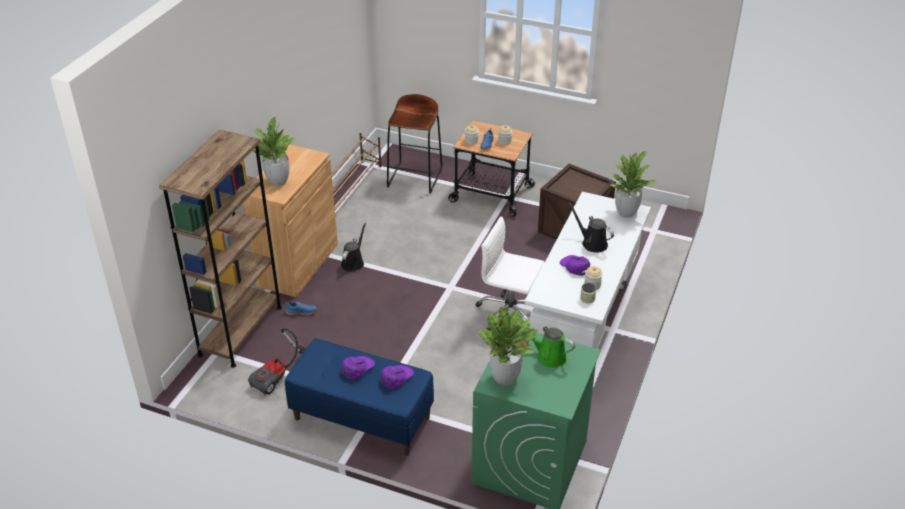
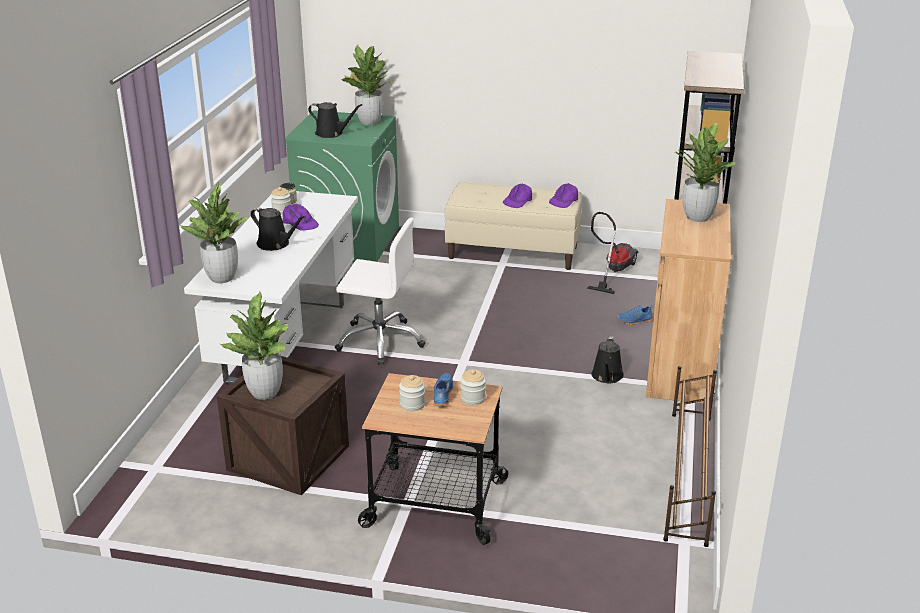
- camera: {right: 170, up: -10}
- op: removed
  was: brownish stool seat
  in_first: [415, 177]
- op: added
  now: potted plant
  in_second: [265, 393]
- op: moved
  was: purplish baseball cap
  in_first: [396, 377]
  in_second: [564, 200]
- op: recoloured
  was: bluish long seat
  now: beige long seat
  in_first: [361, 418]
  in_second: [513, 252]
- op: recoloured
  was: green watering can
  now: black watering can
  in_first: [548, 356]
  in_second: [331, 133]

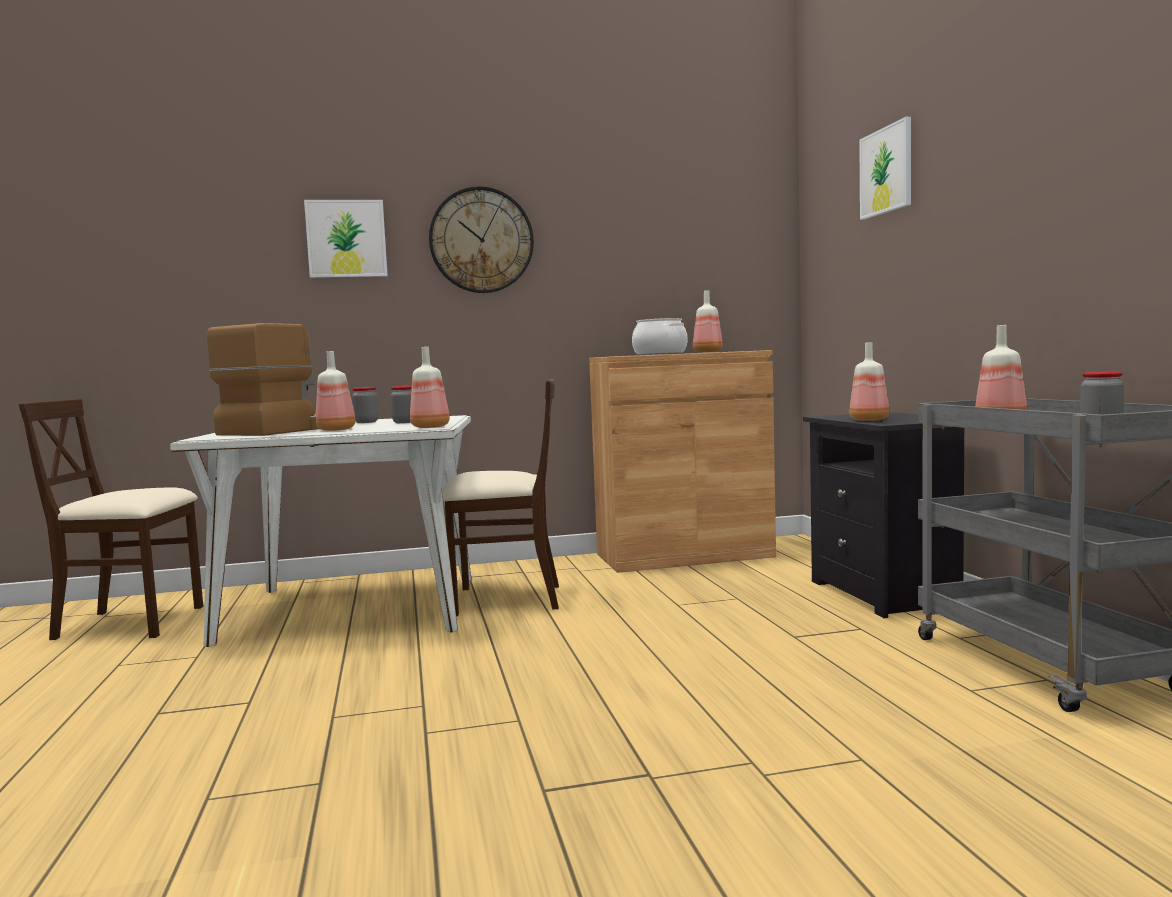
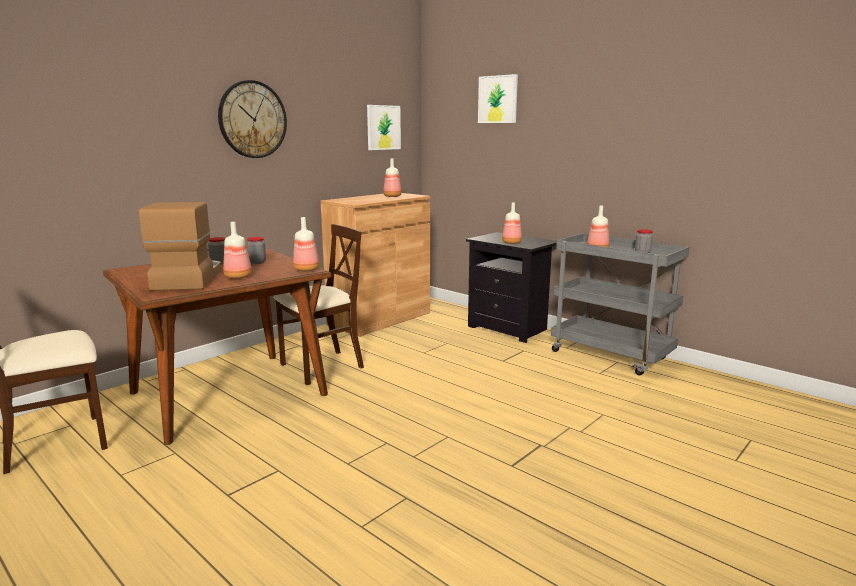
- camera: {right: -35, up: 10}
- op: removed
  was: stockpot
  in_first: [660, 354]
- op: moved
  was: wall picture
  in_first: [346, 239]
  in_second: [383, 127]
- op: recoloured
  was: white kitchen table
  now: brownish kitchen table
  in_first: [351, 609]
  in_second: [228, 394]

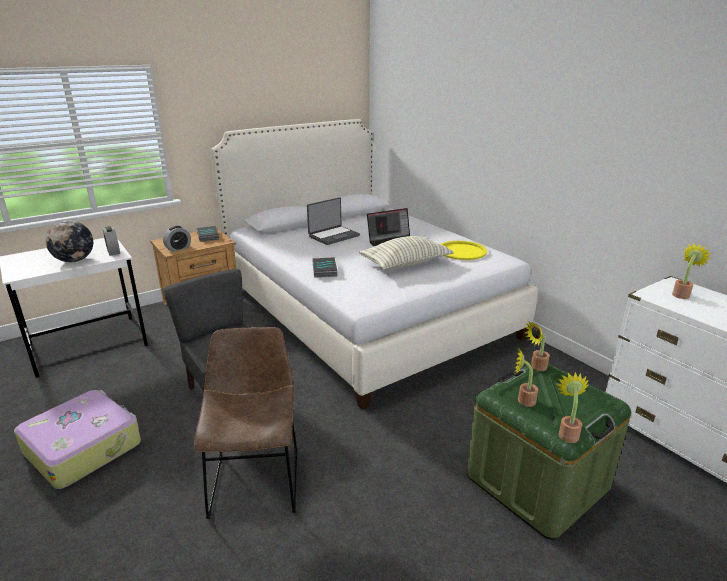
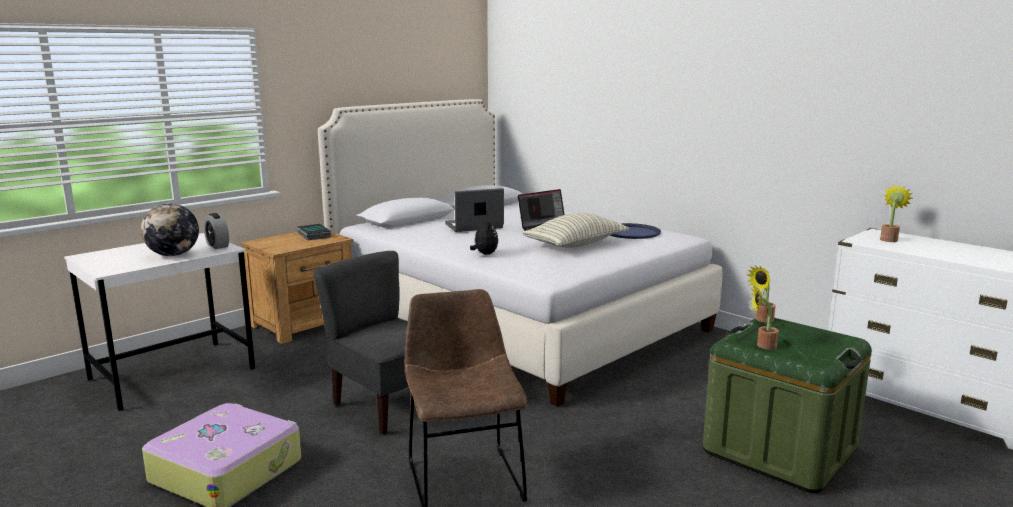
- camera: {right: -10, up: -10}
- op: removed
  was: alarm clock
  in_first: [178, 248]
- op: removed
  was: potted plant
  in_first: [567, 433]
- op: replaced
  was: bound book
  now: plush toy
  in_first: [323, 270]
  in_second: [484, 254]
- op: recoloured
  was: yellow-coloured serving tray
  now: bluish serving tray
  in_first: [461, 251]
  in_second: [631, 232]
- op: turned
  was: laptop
  in_first: [333, 236]
  in_second: [474, 226]
  clockwise: -150

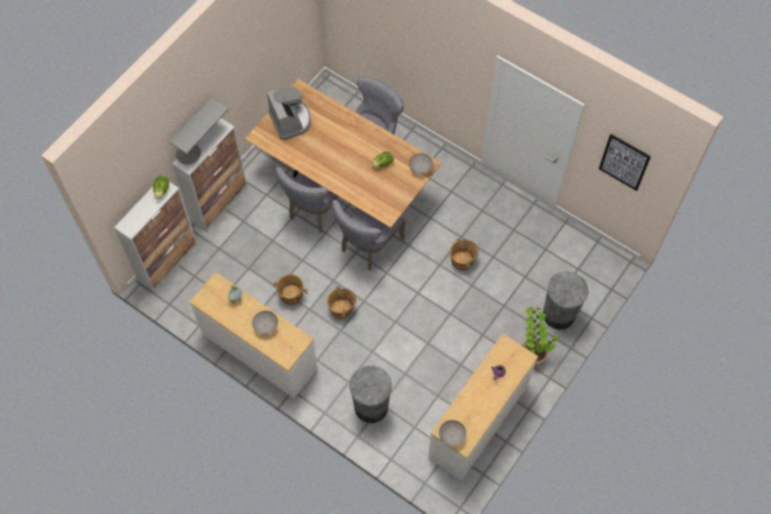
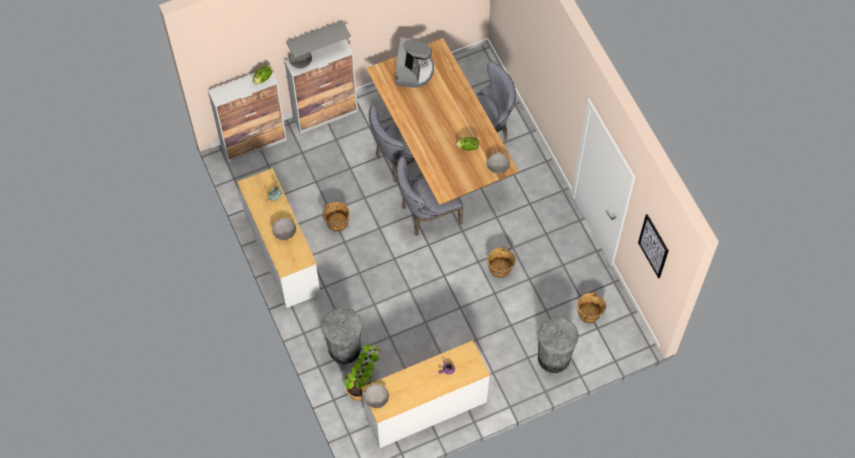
- camera: {right: 30, up: 0}
- op: moved
  was: brownish water bucket
  in_first: [342, 308]
  in_second: [589, 313]
- op: moved
  was: potted plant
  in_first: [533, 348]
  in_second: [364, 384]

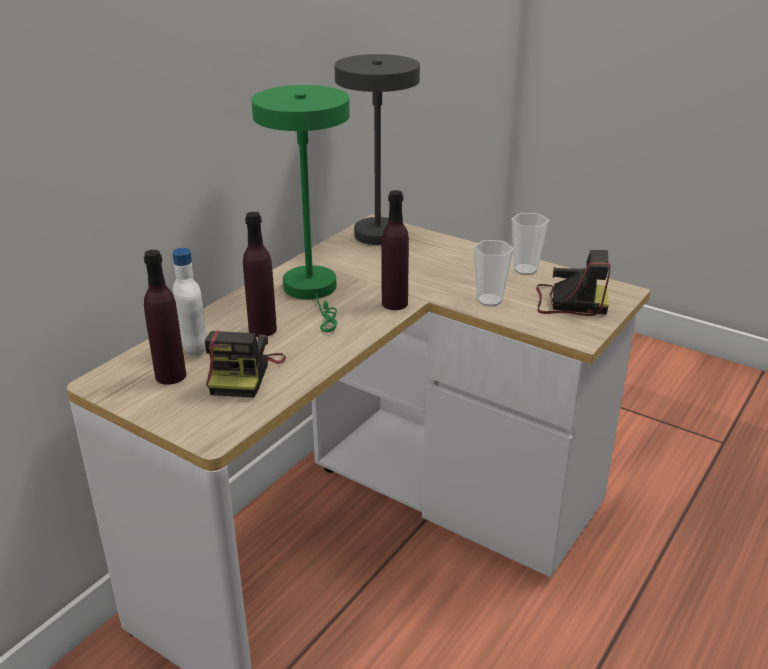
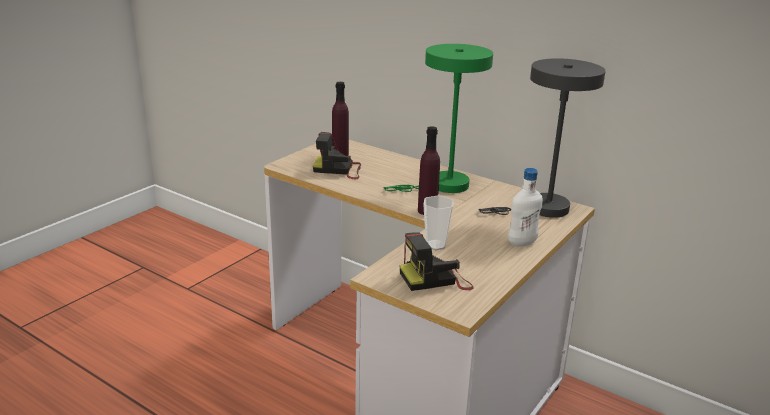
- camera: {right: 90, up: -5}
- op: removed
  was: purplish bottle
  in_first: [262, 330]
- op: removed
  was: small cup
  in_first: [525, 270]
- op: moved
  was: white bottle
  in_first: [194, 348]
  in_second: [522, 243]
- op: turned
  was: still camera
  in_first: [568, 302]
  in_second: [436, 279]
  clockwise: 60

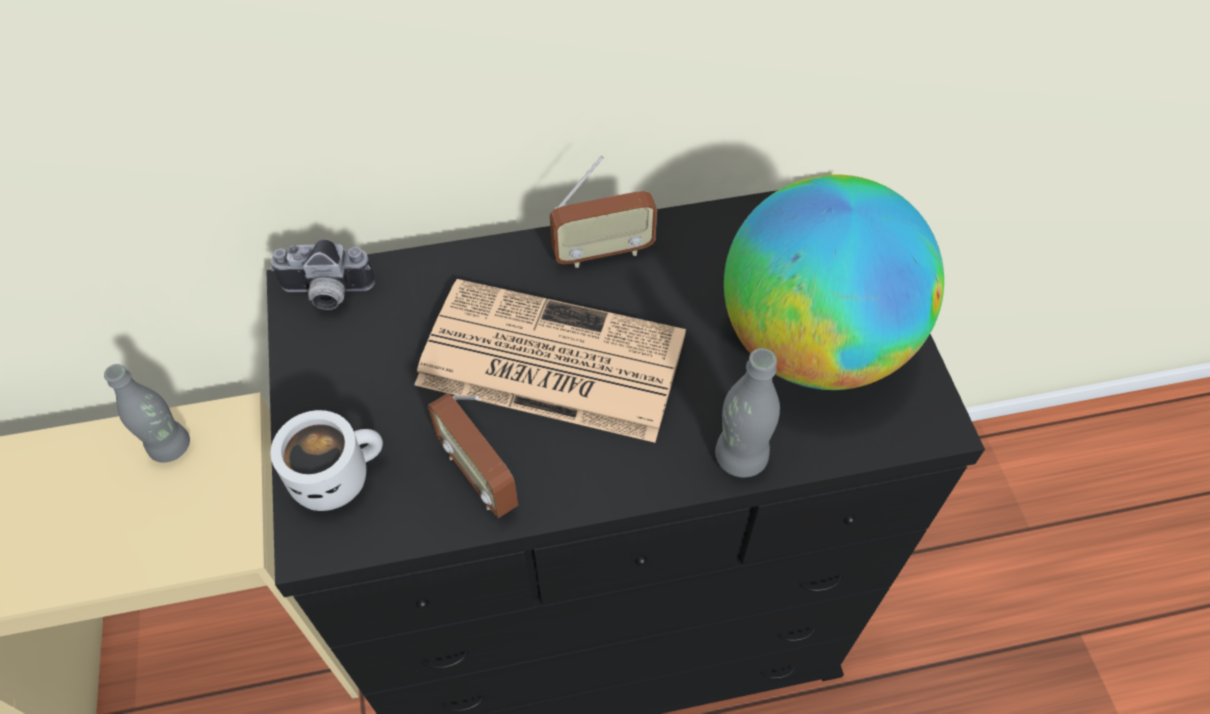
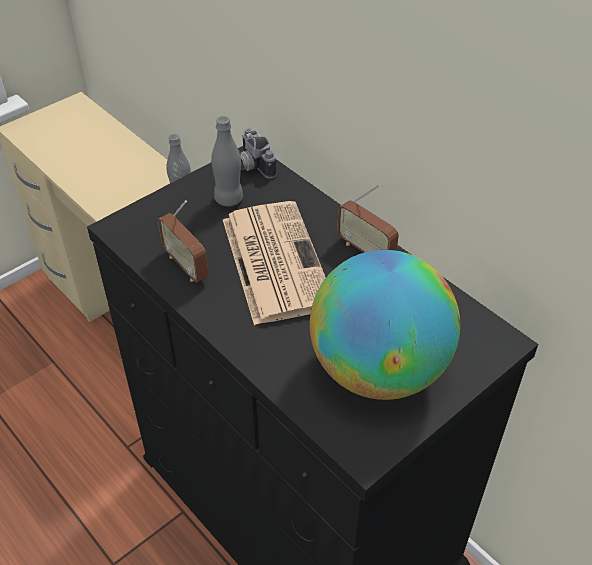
- camera: {right: 60, up: -10}
- op: removed
  was: white mug
  in_first: [336, 474]
- op: moved
  was: grey bottle
  in_first: [740, 456]
  in_second: [229, 199]
- op: turned
  was: radio
  in_first: [479, 476]
  in_second: [186, 266]
  clockwise: -60

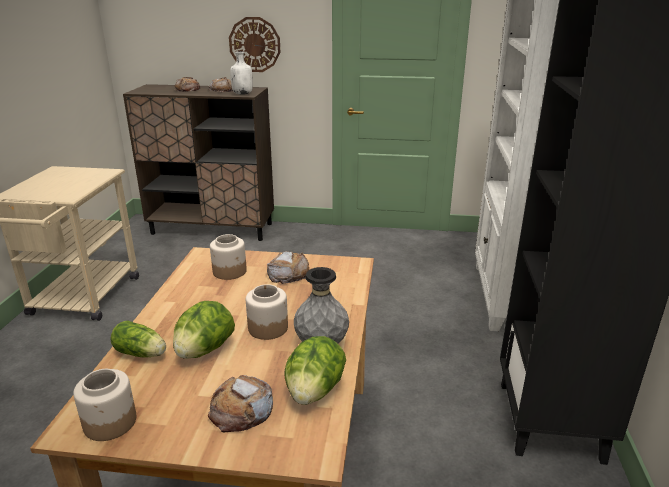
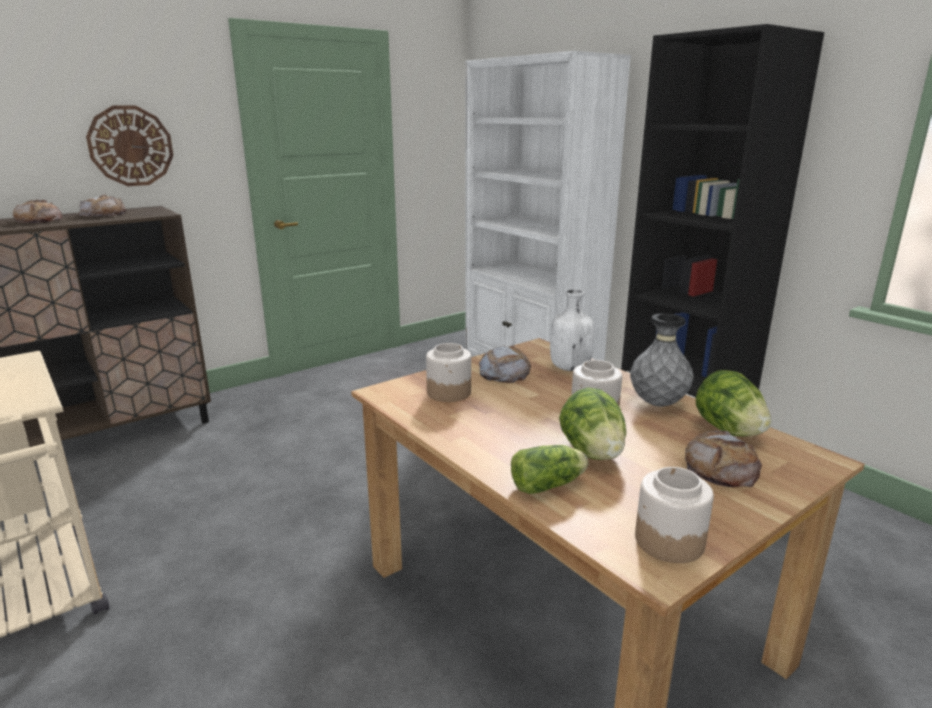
- camera: {right: -45, up: -5}
- op: moved
  was: white bottle
  in_first: [242, 94]
  in_second: [569, 368]

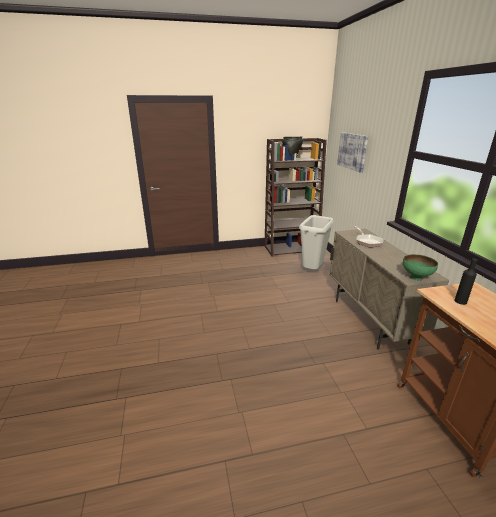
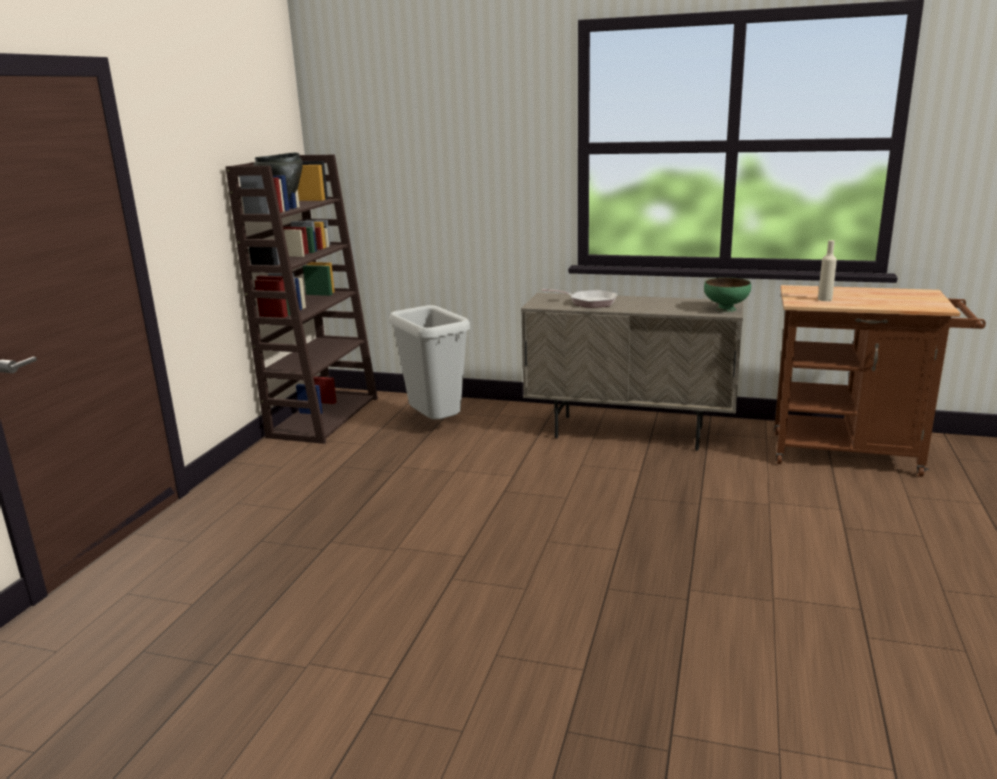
- camera: {right: -60, up: -5}
- op: removed
  was: wall picture
  in_first: [352, 151]
- op: recoloured
  was: black bottle
  now: beige bottle
  in_first: [460, 301]
  in_second: [824, 299]

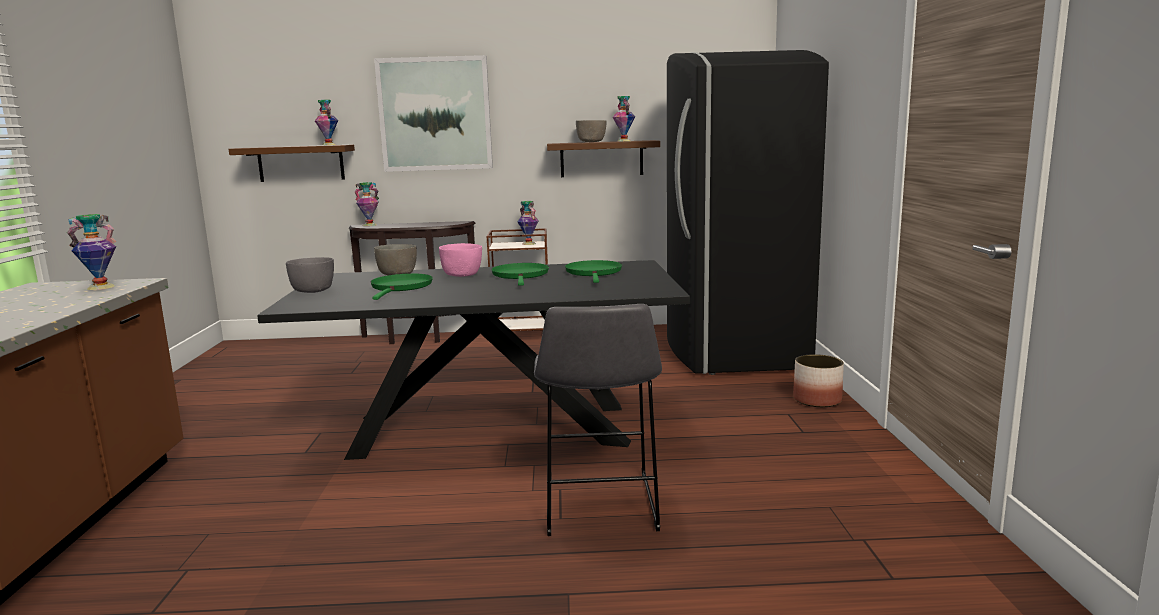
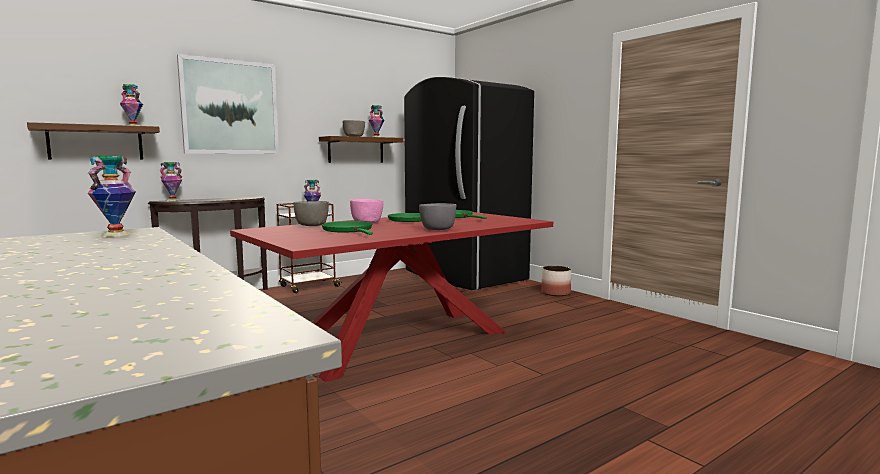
- camera: {right: -35, up: -5}
- op: removed
  was: grey stool seat
  in_first: [599, 508]
- op: moved
  was: grey deep dish
  in_first: [313, 291]
  in_second: [437, 229]
- op: recoloured
  was: black kitchen table
  now: red-coloured kitchen table
  in_first: [492, 429]
  in_second: [402, 341]

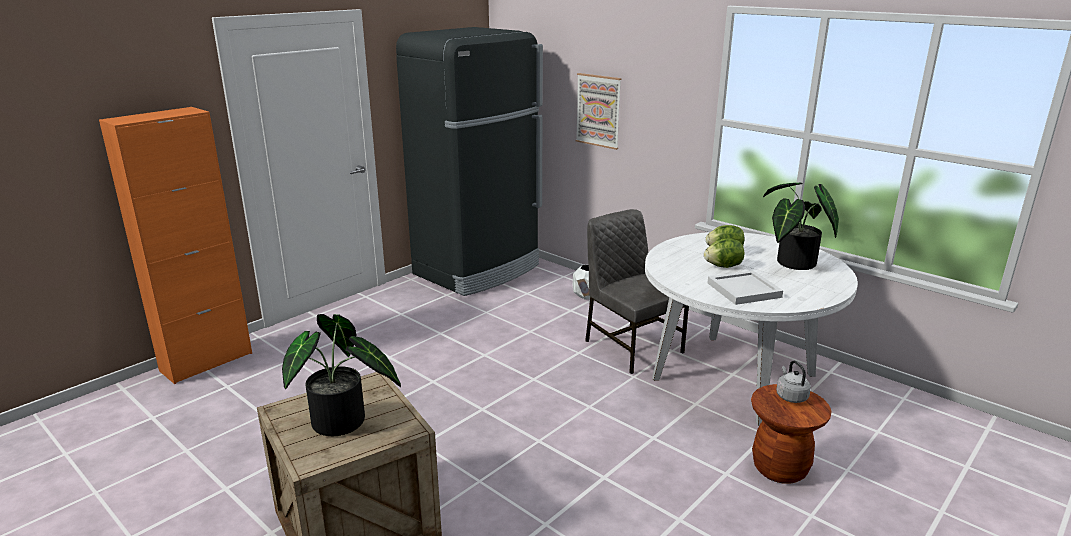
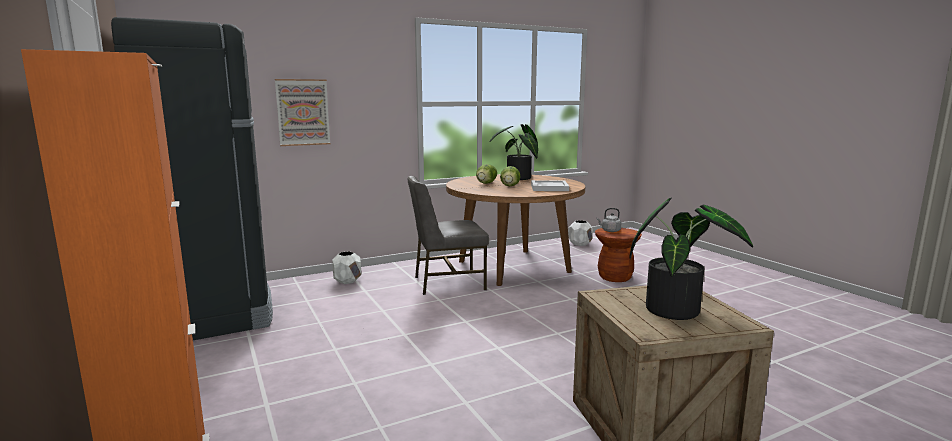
- camera: {right: -70, up: -10}
- op: added
  now: white flower pot
  in_second: [580, 244]
- op: recoloured
  was: white kitchen table
  now: brownish kitchen table
  in_first: [733, 377]
  in_second: [513, 266]

